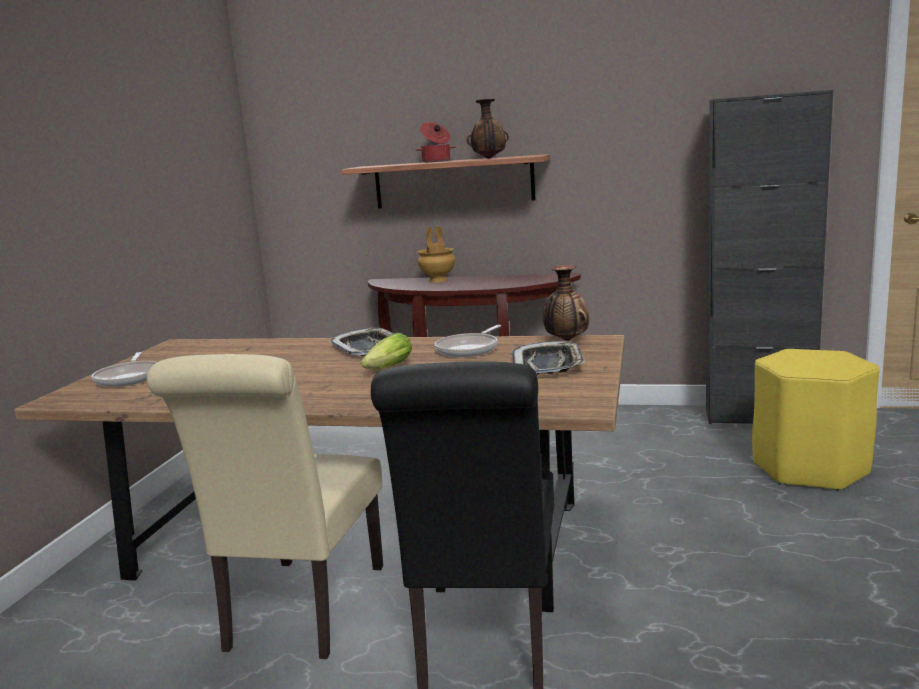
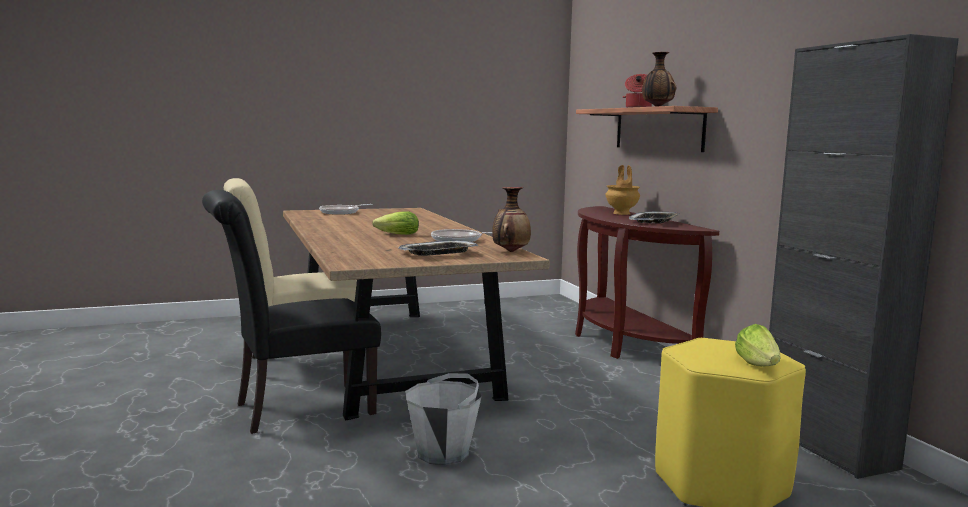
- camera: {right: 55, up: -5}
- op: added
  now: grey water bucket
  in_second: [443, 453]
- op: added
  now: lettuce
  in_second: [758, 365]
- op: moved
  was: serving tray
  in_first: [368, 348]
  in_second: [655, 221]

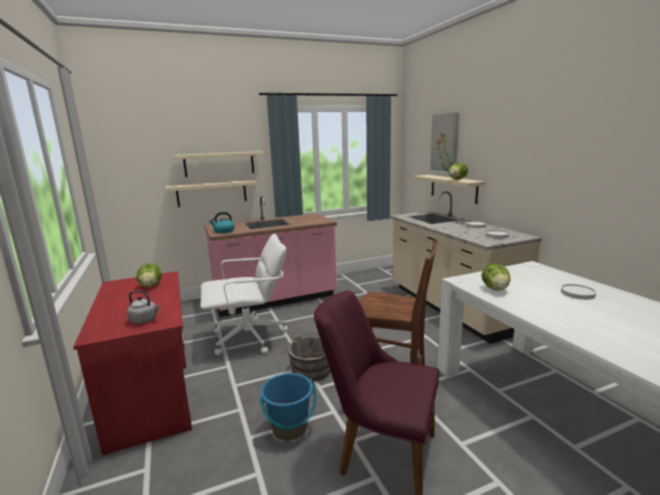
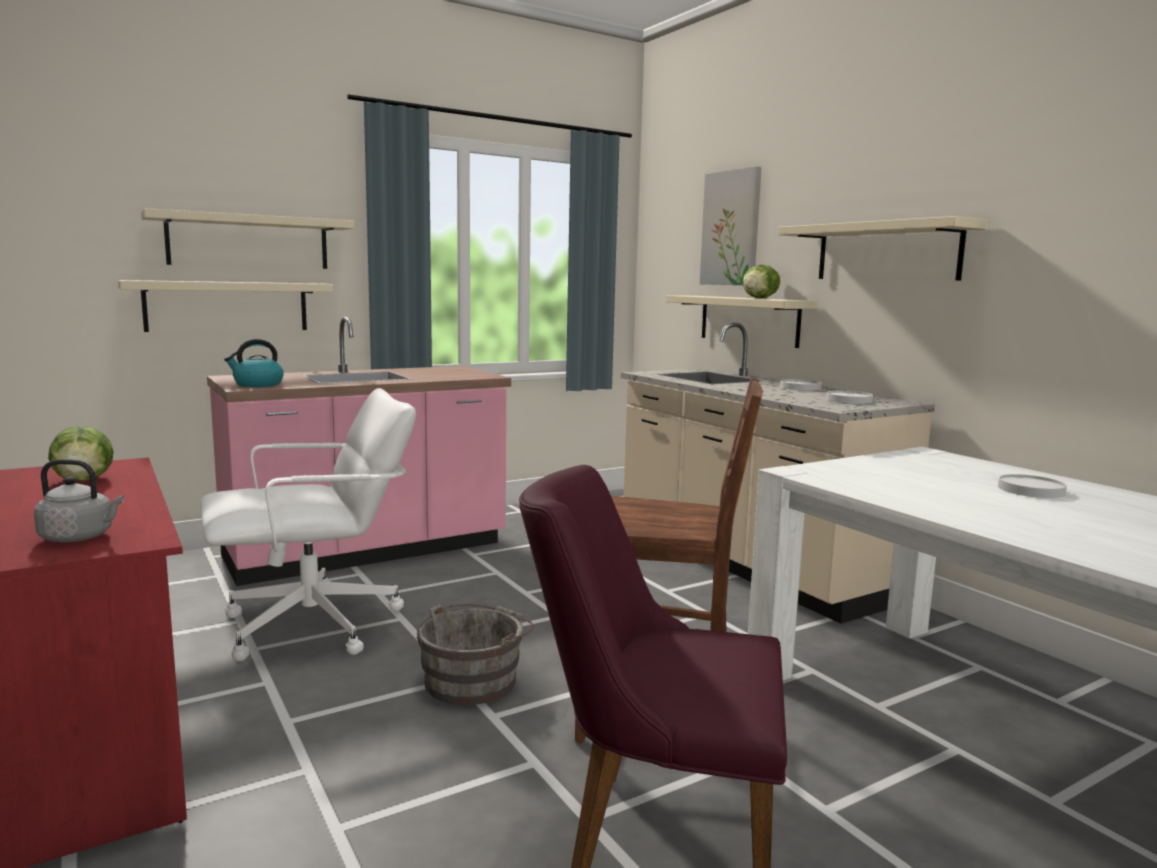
- camera: {right: -10, up: -5}
- op: removed
  was: bluish water bucket
  in_first: [289, 428]
- op: removed
  was: lettuce
  in_first: [495, 289]
- op: added
  now: beige wall shelf
  in_second: [886, 252]

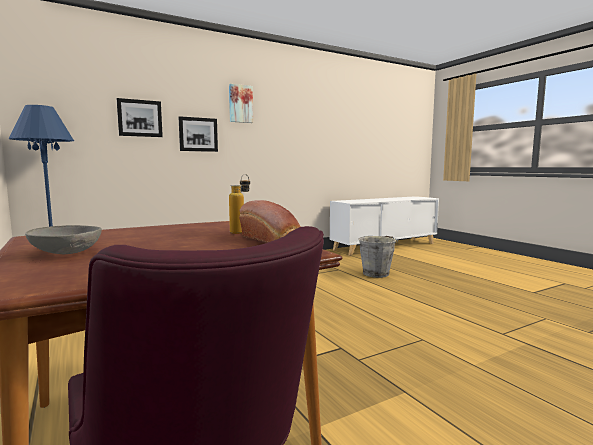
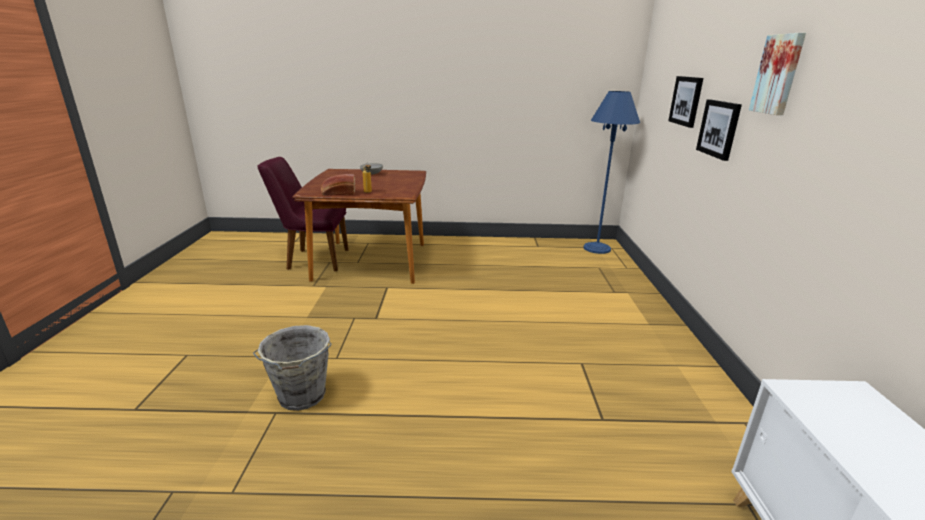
- camera: {right: 120, up: 15}
- op: moved
  was: grey water bucket
  in_first: [376, 273]
  in_second: [301, 397]

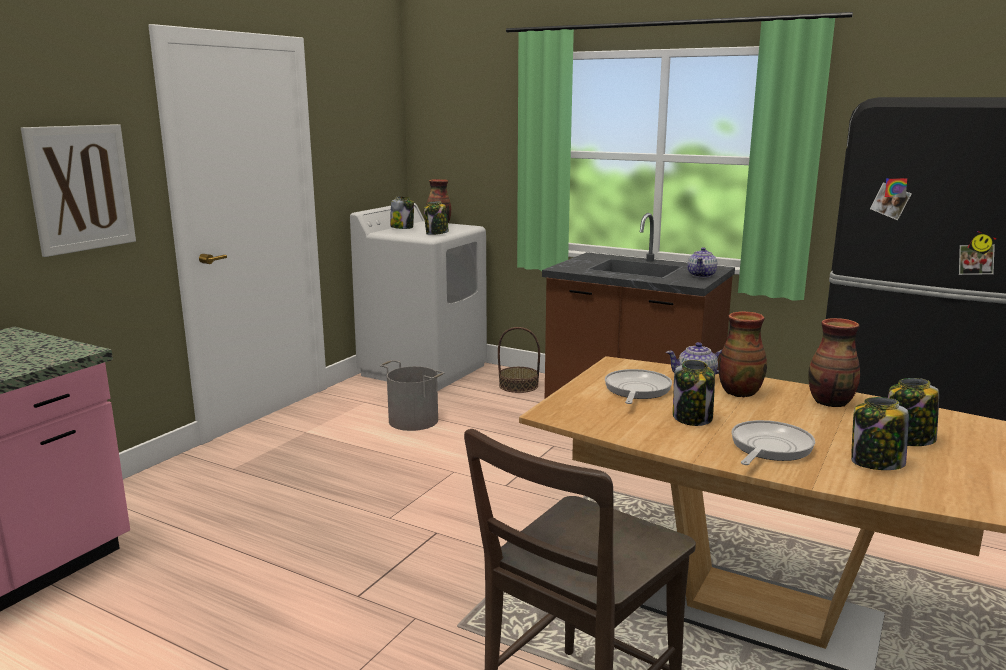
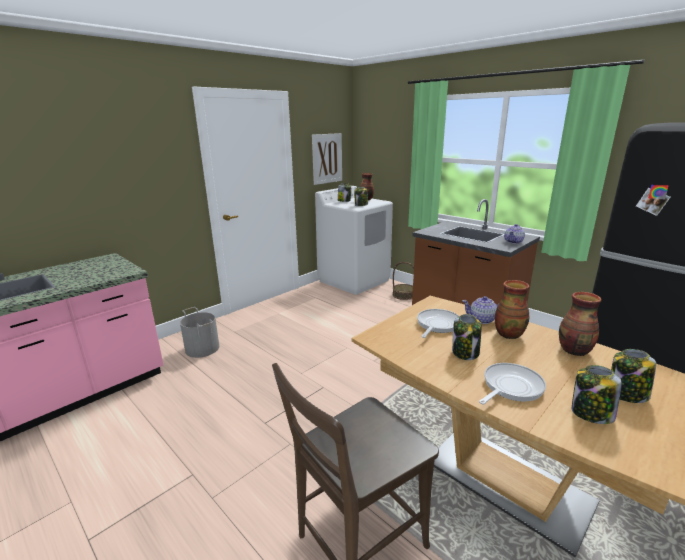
- camera: {right: 15, up: 5}
- op: moved
  was: wall picture
  in_first: [81, 188]
  in_second: [327, 158]
- op: moved
  was: grey water bucket
  in_first: [414, 420]
  in_second: [203, 348]

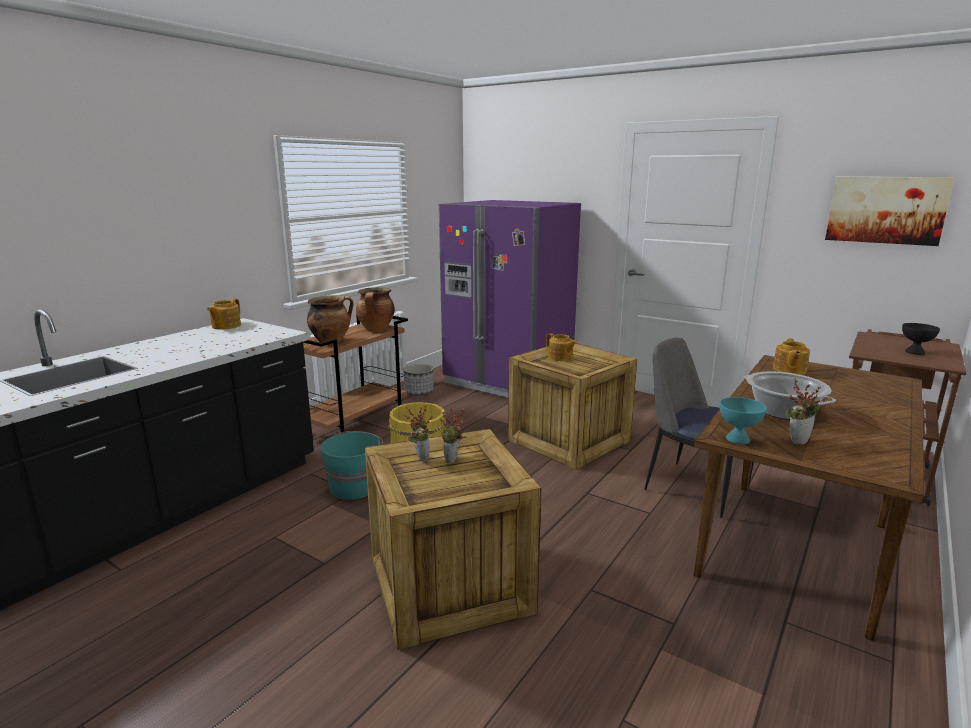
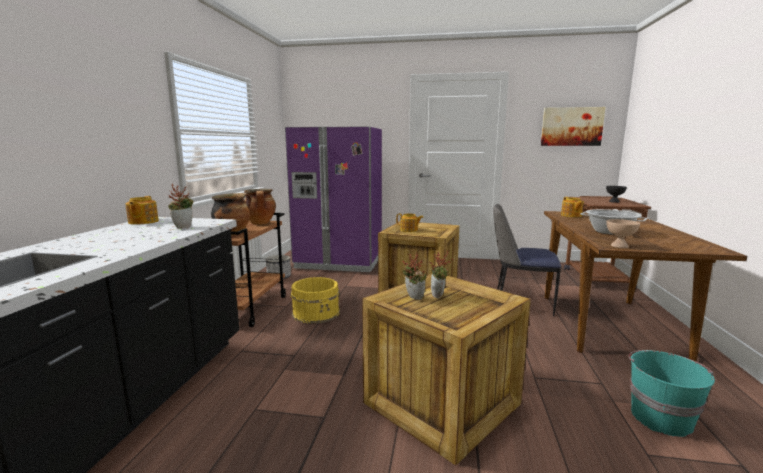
- camera: {right: -25, up: -5}
- op: moved
  was: blue-green water bucket
  in_first: [354, 487]
  in_second: [660, 417]
- op: moved
  was: potted plant
  in_first: [797, 440]
  in_second: [183, 227]
- op: recoloured
  was: blue-green deep dish
  now: beige deep dish
  in_first: [738, 440]
  in_second: [620, 246]

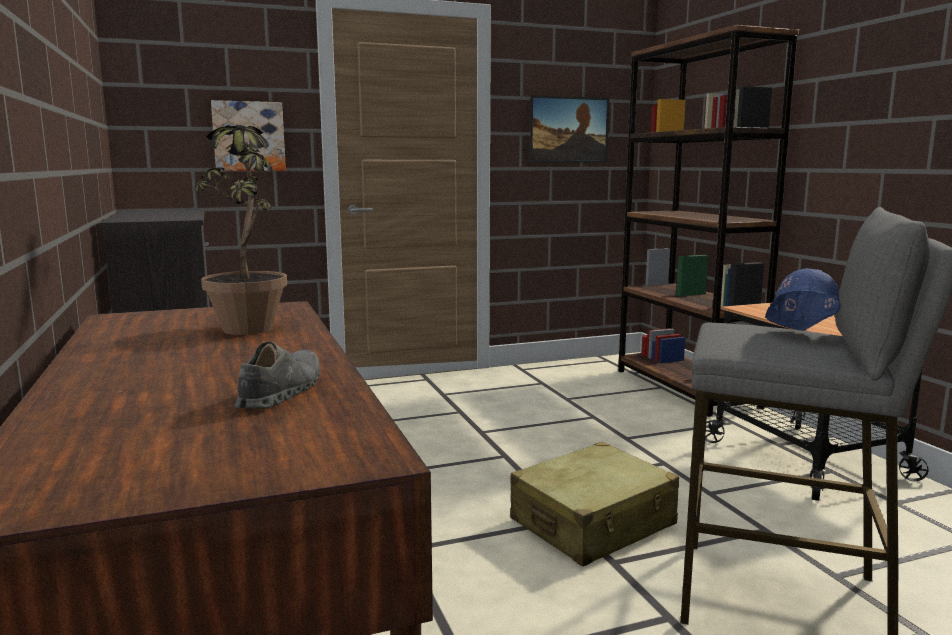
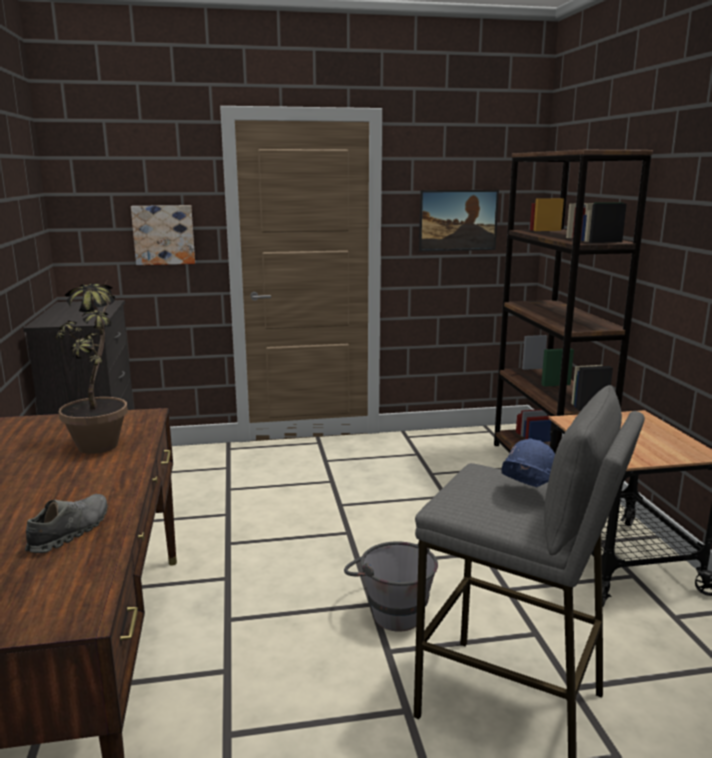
- camera: {right: 10, up: 5}
- op: replaced
  was: beige piece of luggage
  now: grey water bucket
  in_first: [593, 523]
  in_second: [390, 610]

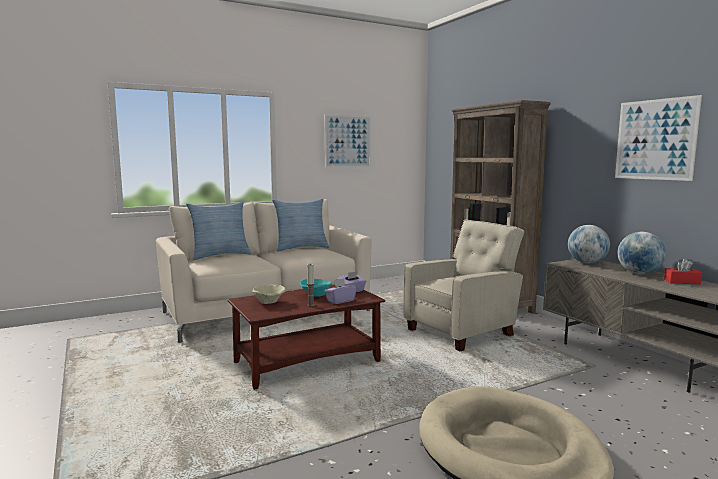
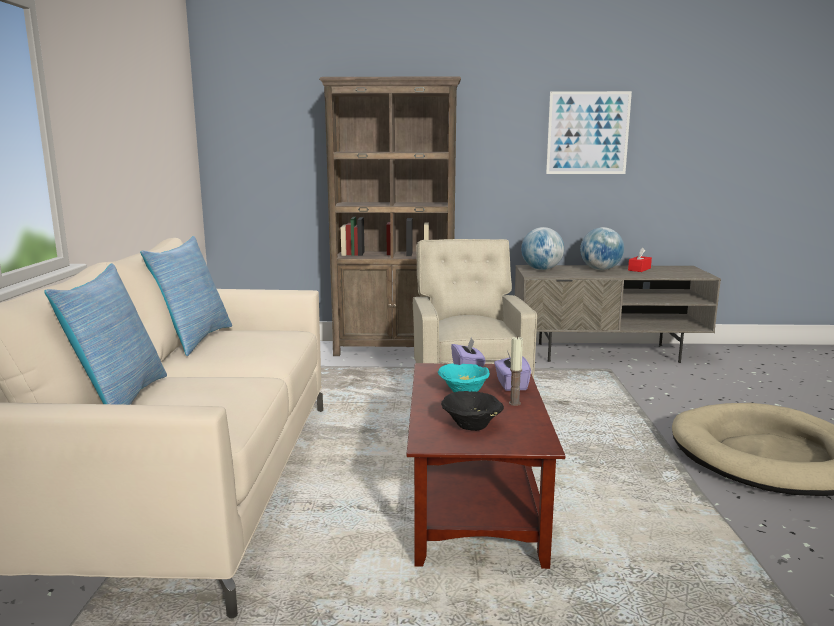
- camera: {right: -60, up: 5}
- op: removed
  was: wall picture
  in_first: [348, 141]
- op: recoloured
  was: beige deep dish
  now: black deep dish
  in_first: [270, 302]
  in_second: [472, 425]

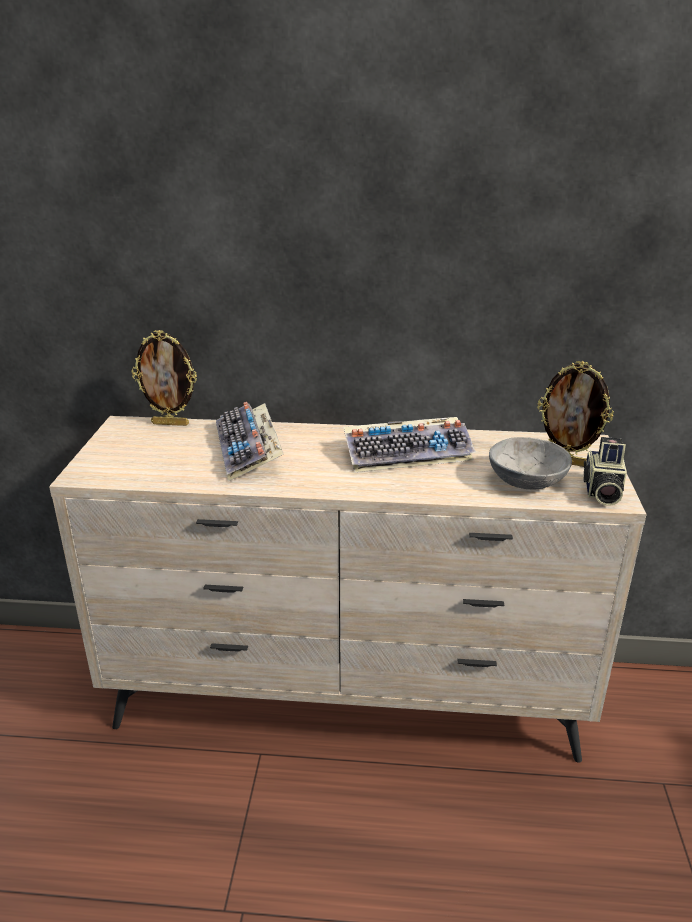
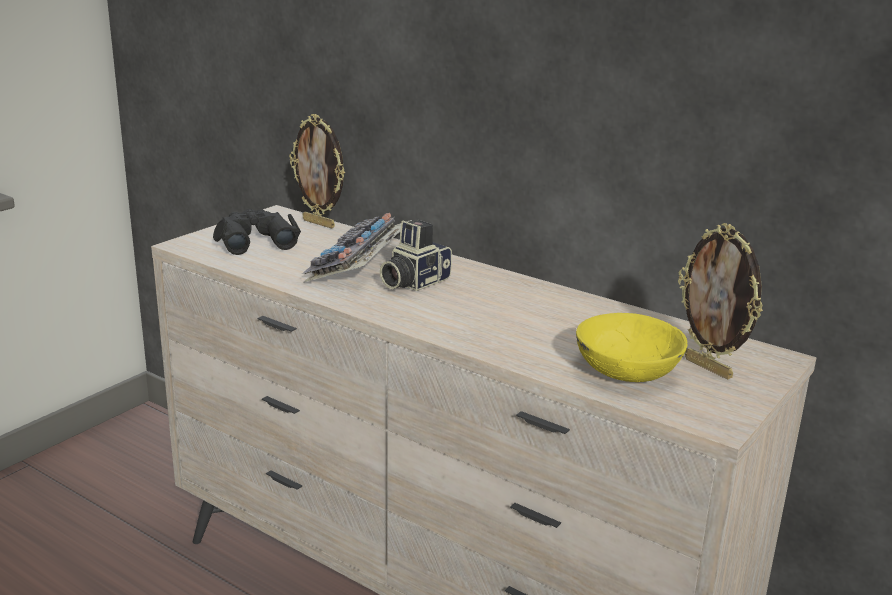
- camera: {right: 30, up: -5}
- op: removed
  was: keyboard
  in_first: [408, 453]
- op: added
  now: black field glasses
  in_second: [255, 240]
- op: moved
  was: still camera
  in_first: [601, 492]
  in_second: [413, 282]
- op: recoloured
  was: grey deep dish
  now: yellow-coloured deep dish
  in_first: [526, 480]
  in_second: [626, 370]

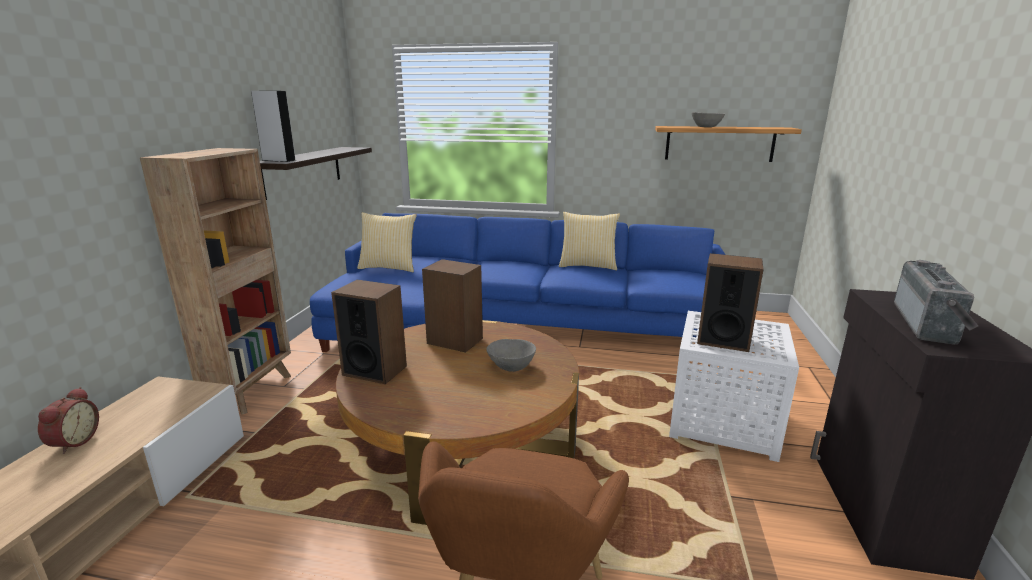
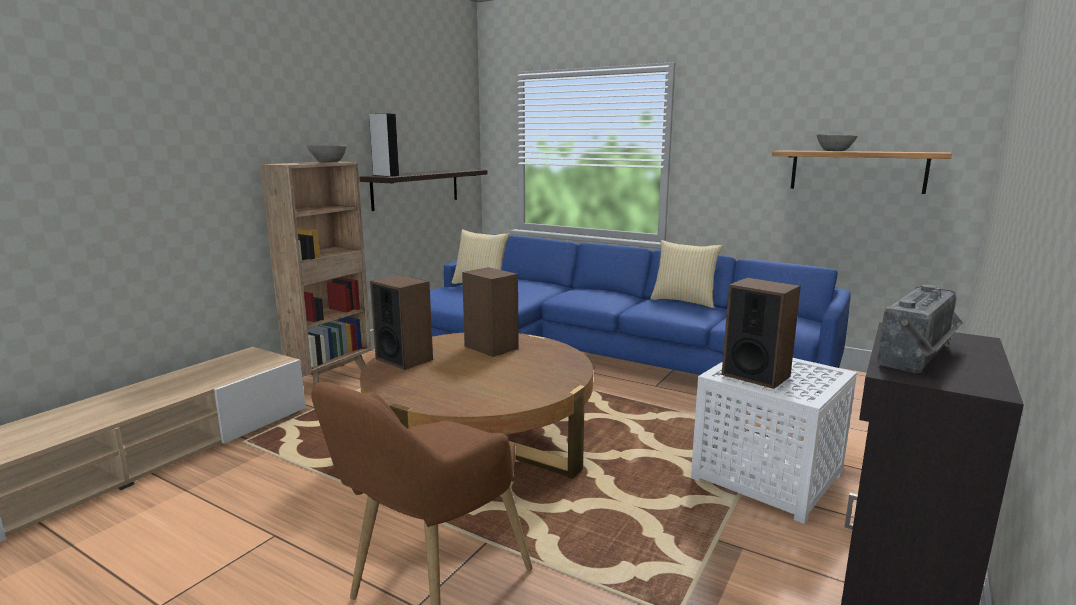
- camera: {right: 20, up: -5}
- op: removed
  was: alarm clock
  in_first: [73, 442]
- op: moved
  was: grey deep dish
  in_first: [512, 366]
  in_second: [328, 162]

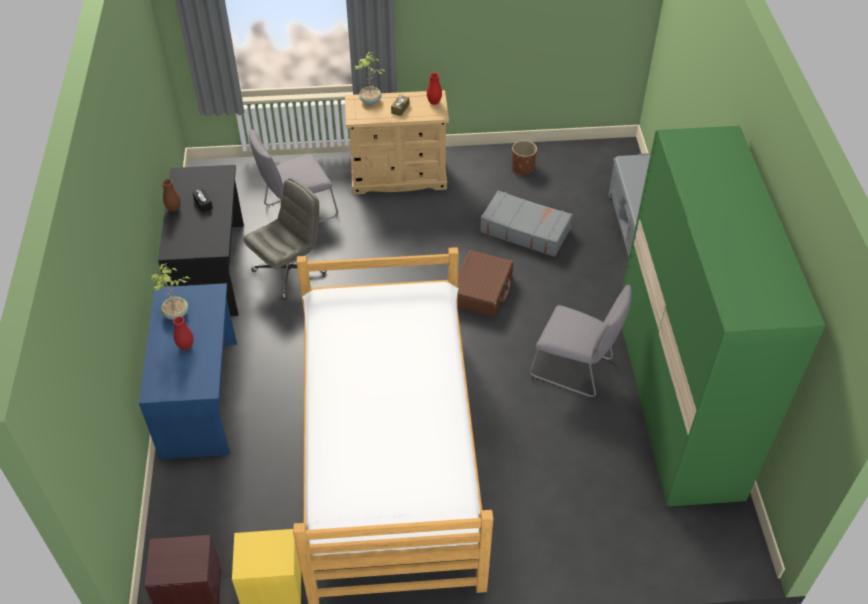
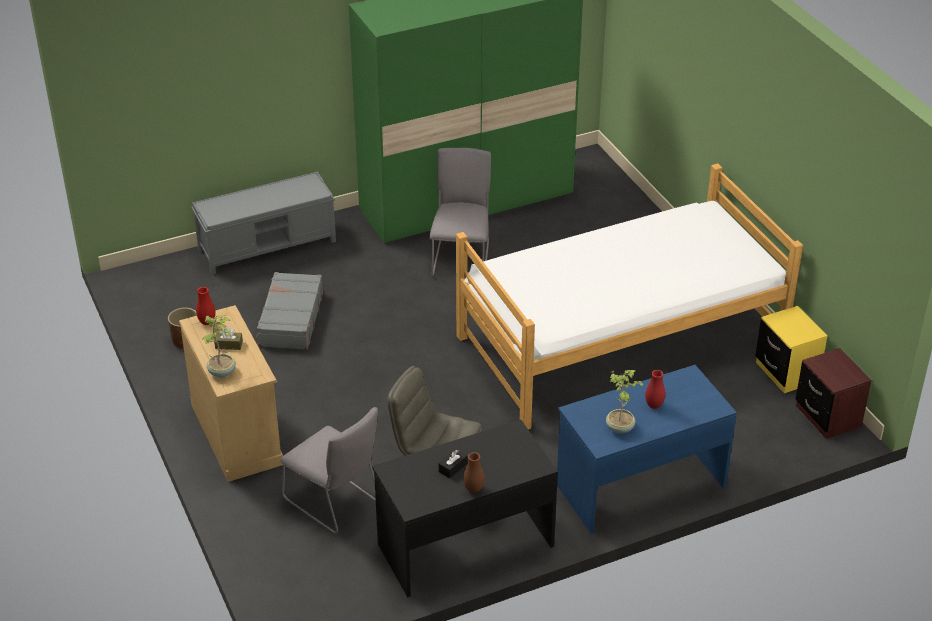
- camera: {right: -110, up: -10}
- op: removed
  was: brownish piece of luggage
  in_first: [481, 290]

